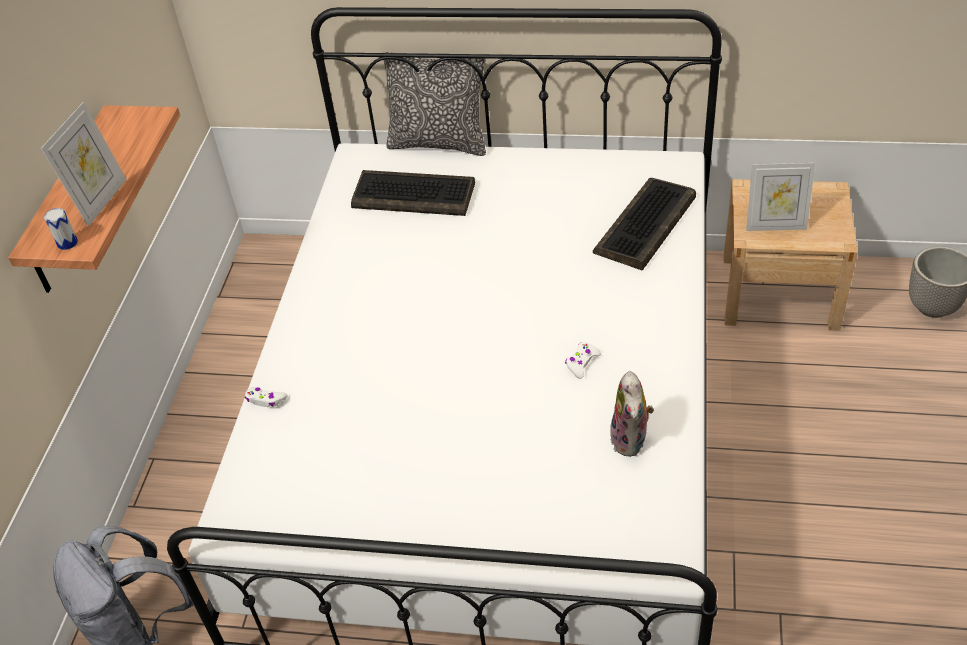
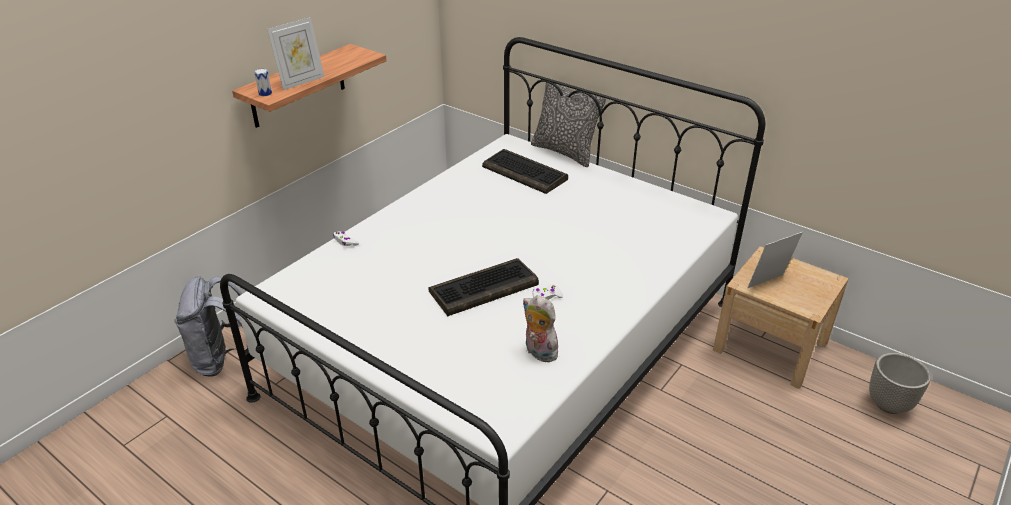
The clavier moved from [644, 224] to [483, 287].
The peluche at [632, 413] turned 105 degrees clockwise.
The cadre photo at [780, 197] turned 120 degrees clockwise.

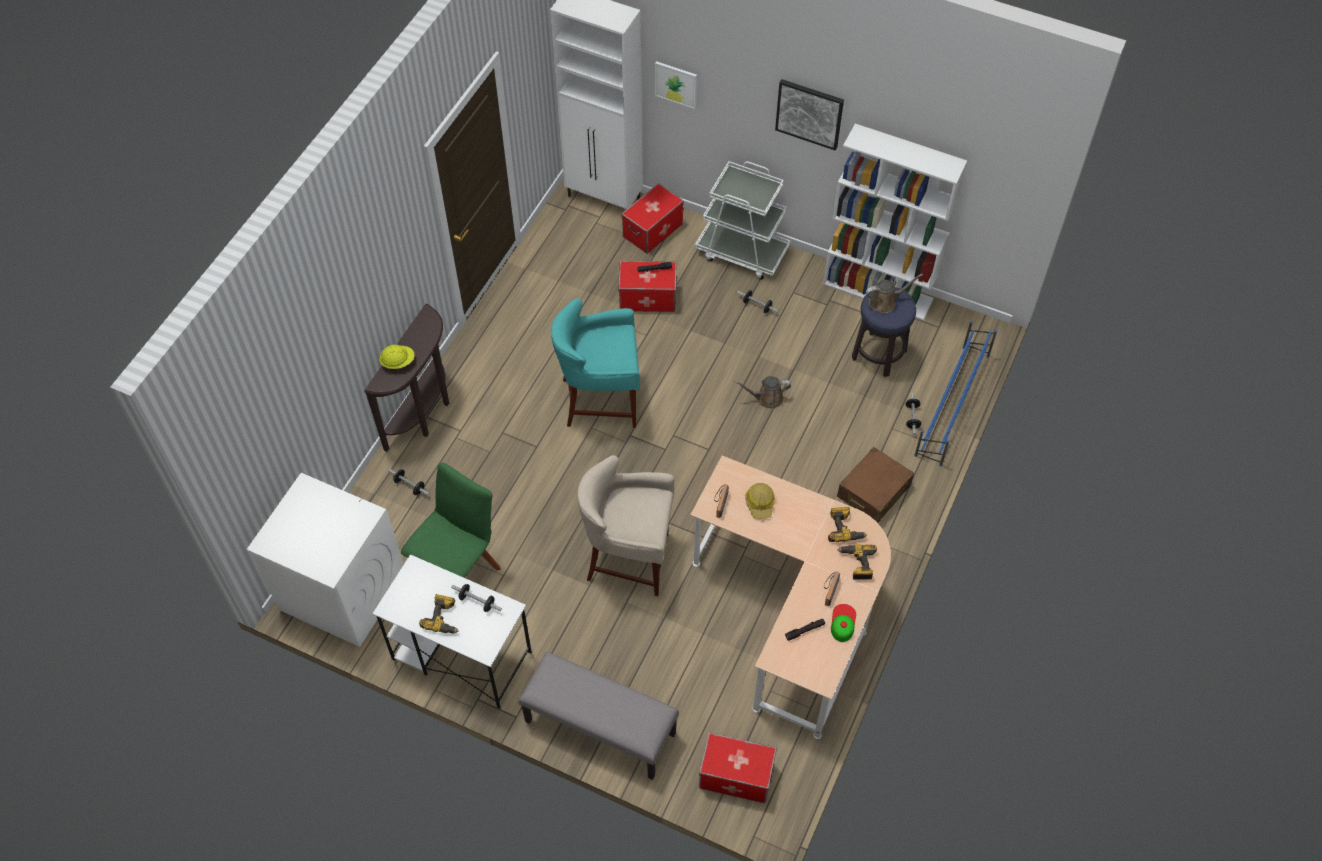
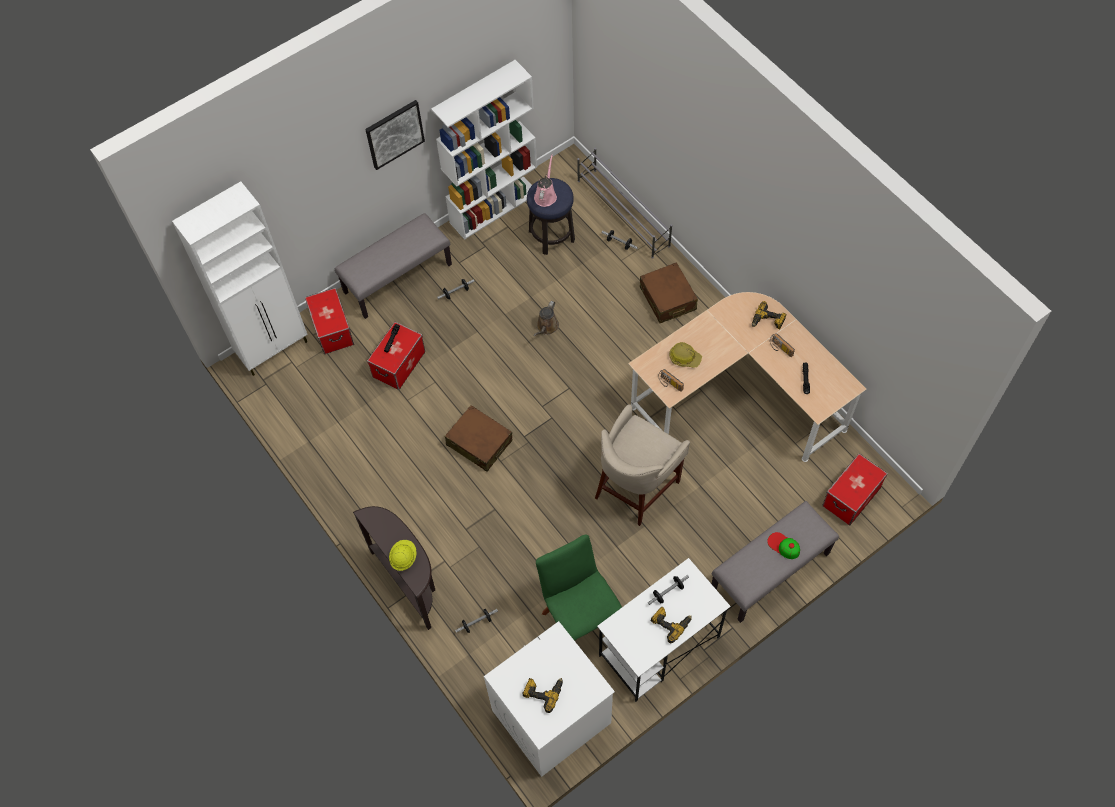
The tabouret/turquoise at [595, 363] was replaced by the valise/marron at [478, 438].
The tableau at [676, 85] disappeared.
The chariot/blanc at [742, 220] was replaced by the banc/gris at [393, 266].
The perceuse moved from [847, 524] to [542, 695].
The casquette moved from [843, 623] to [783, 545].
The arrosoir/marron at [894, 293] became the arrosoir/rose at [545, 180].
The étagère à chaussures/bleu at [955, 393] became the étagère à chaussures/gris at [624, 203].

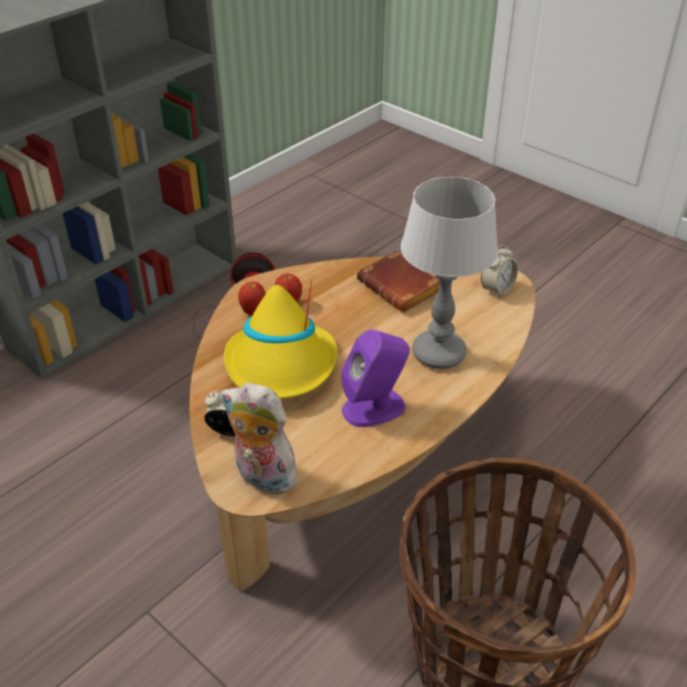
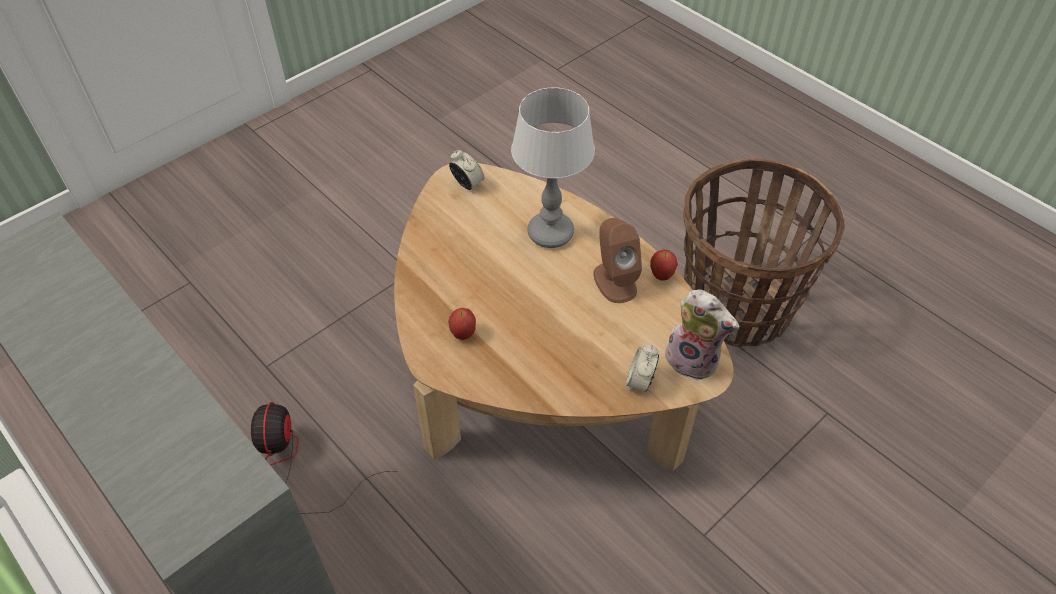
The peluche at [260, 438] turned 90 degrees counterclockwise.
The chapeau/jaune at [280, 339] disappeared.
The pomme moved from [252, 298] to [664, 265].
The enceinte/violet at [375, 378] became the enceinte/marron at [617, 260].
The livre/marron at [398, 281] disappeared.

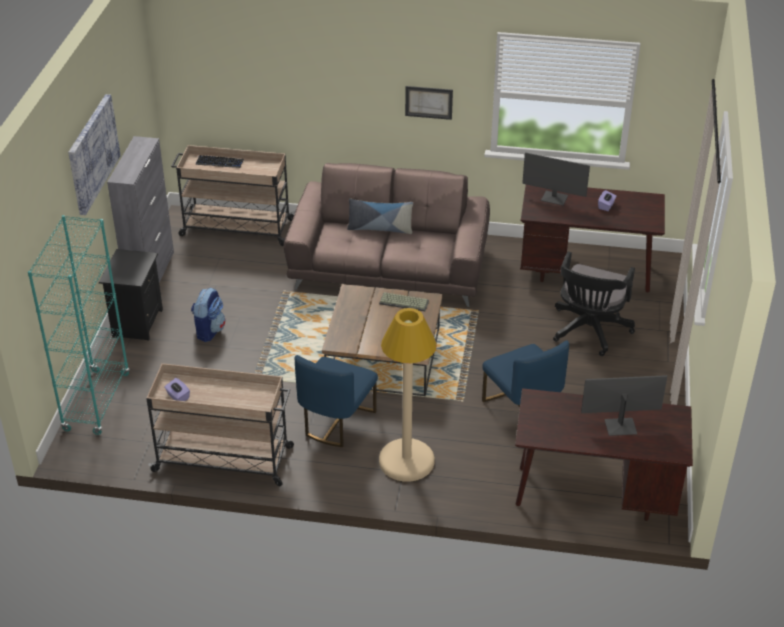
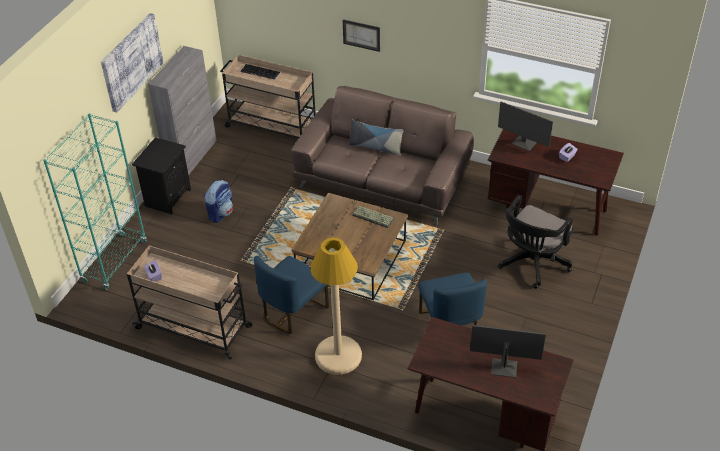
The tableau moved from [429, 103] to [361, 35].

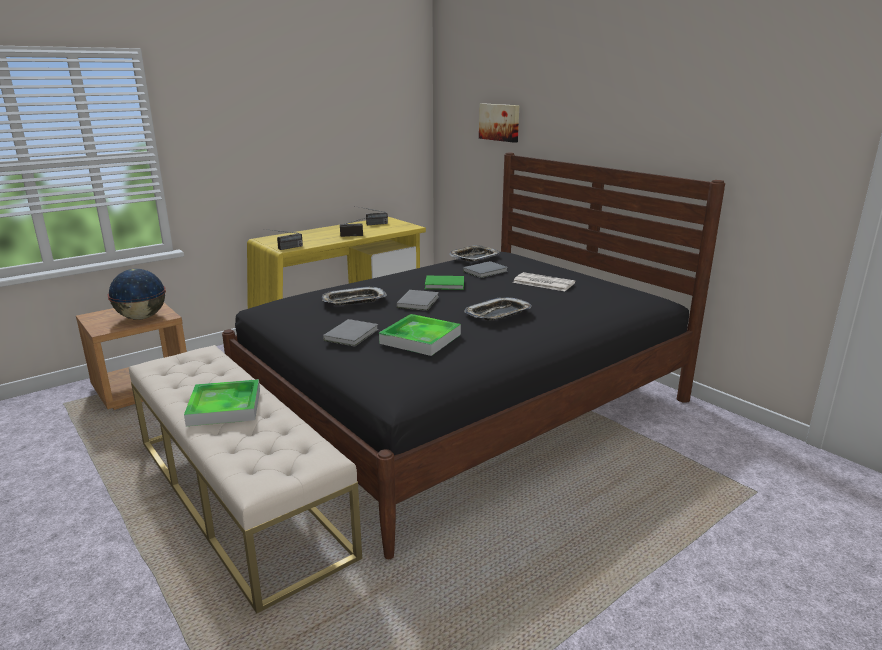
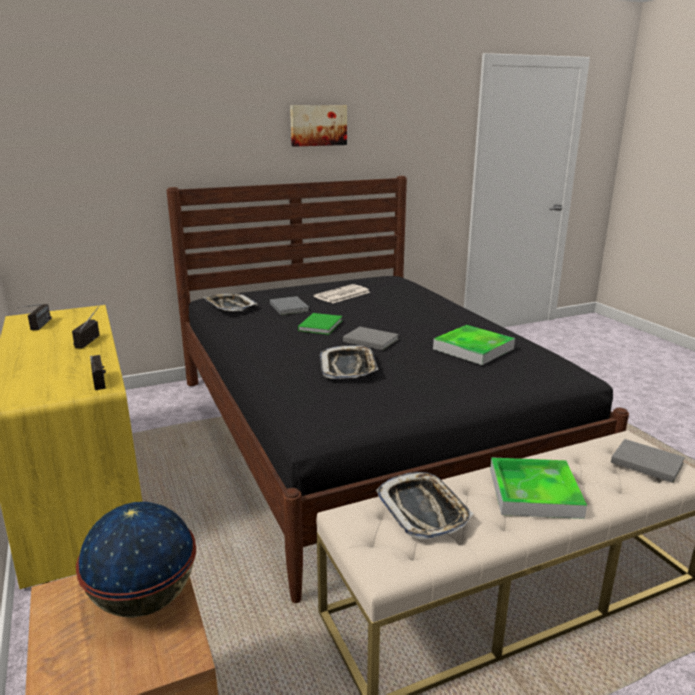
The livre/gris moved from [351, 333] to [648, 461].
The plateau moved from [498, 309] to [425, 506].
The tableau moved from [499, 123] to [318, 126].

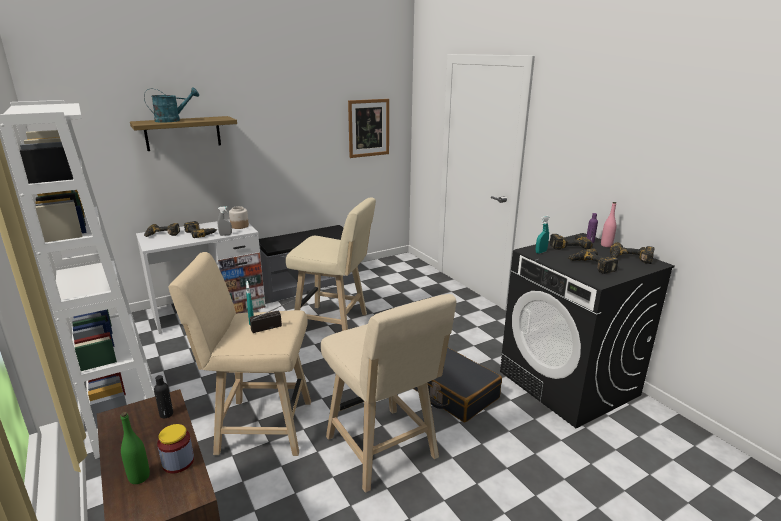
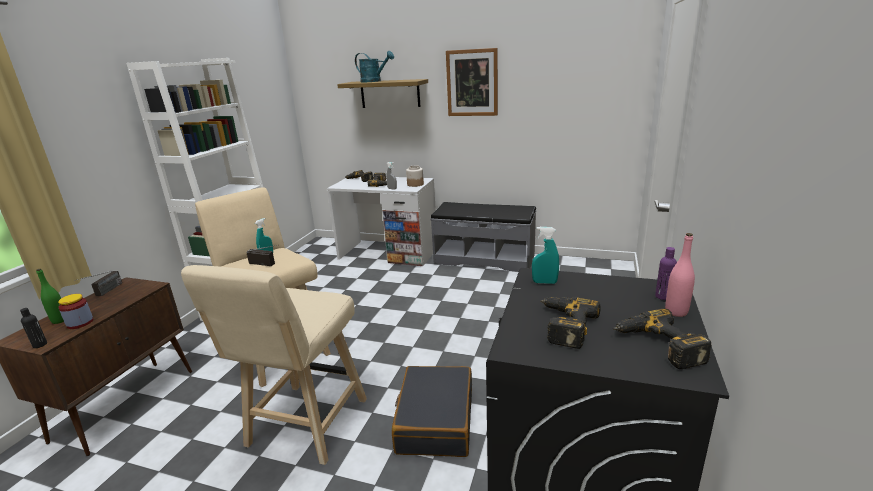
The bouteille/noir moved from [163, 396] to [33, 328].
The tabouret/beige at [330, 264] disappeared.
The tableau moved from [368, 128] to [472, 82].
The perceuse at [571, 242] disappeared.
The radio at [98, 283] appeared.

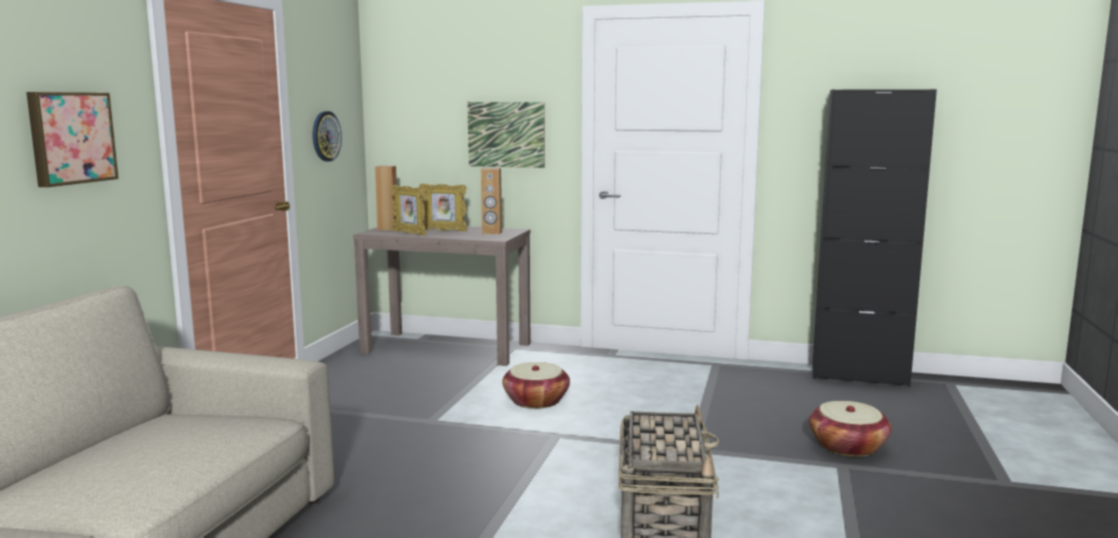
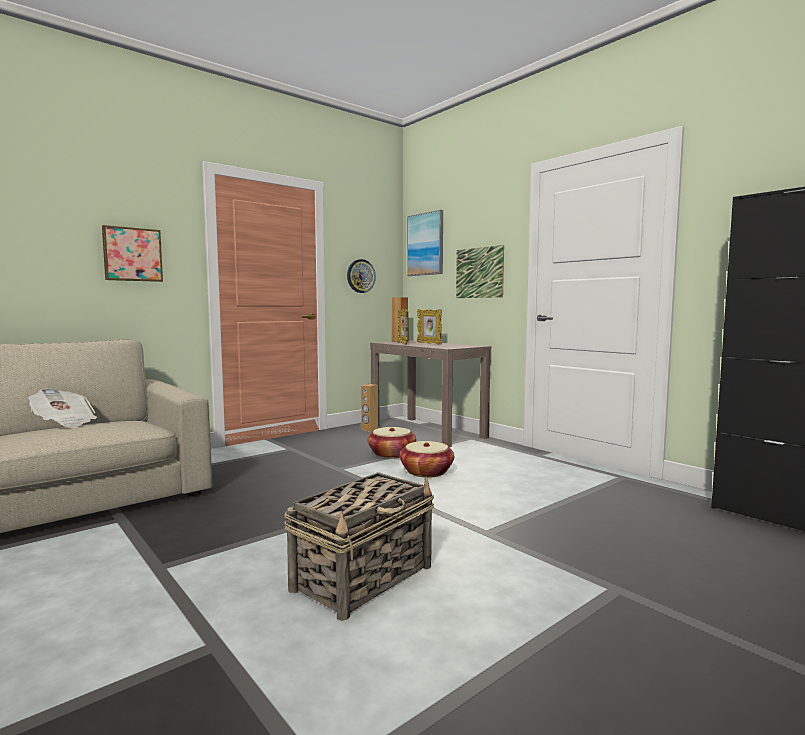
The enceinte/marron moved from [491, 201] to [369, 408].
The panier moved from [850, 429] to [391, 442].
The journal at [62, 408] appeared.
The tableau at [425, 243] appeared.

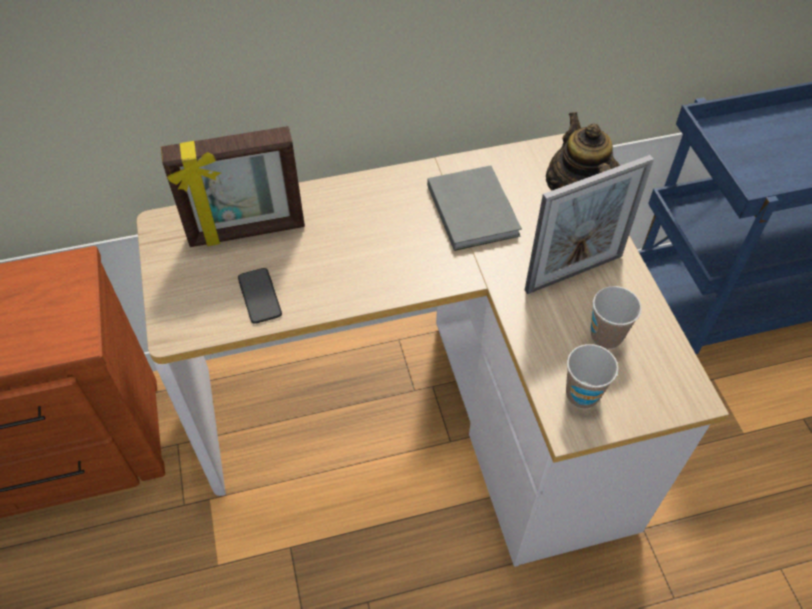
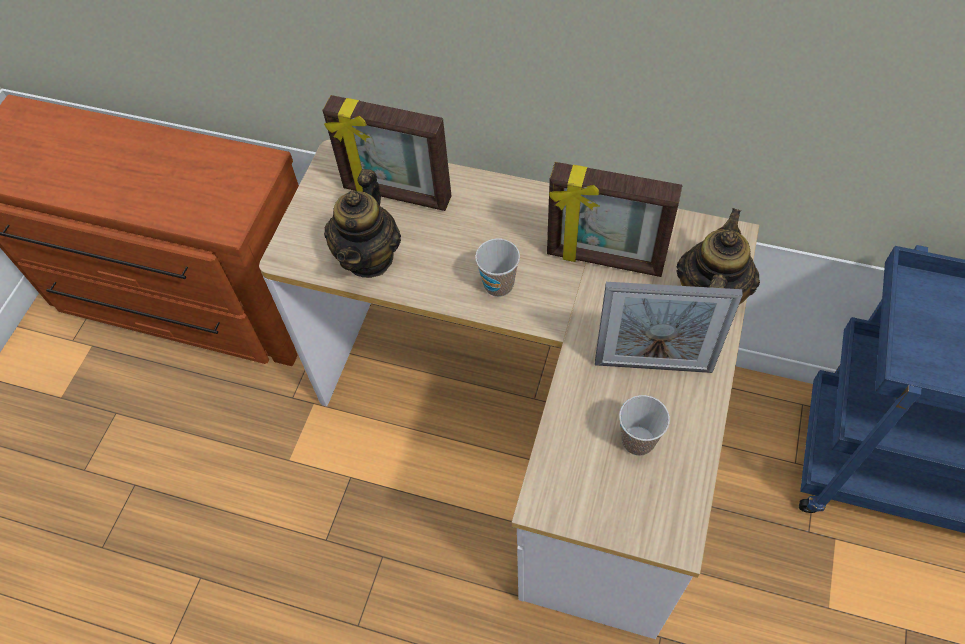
The téléphone at [260, 296] was replaced by the théière at [362, 223].
The livre/gris at [474, 208] was replaced by the cadre photo at [614, 219].
The tasse moved from [592, 376] to [497, 268].

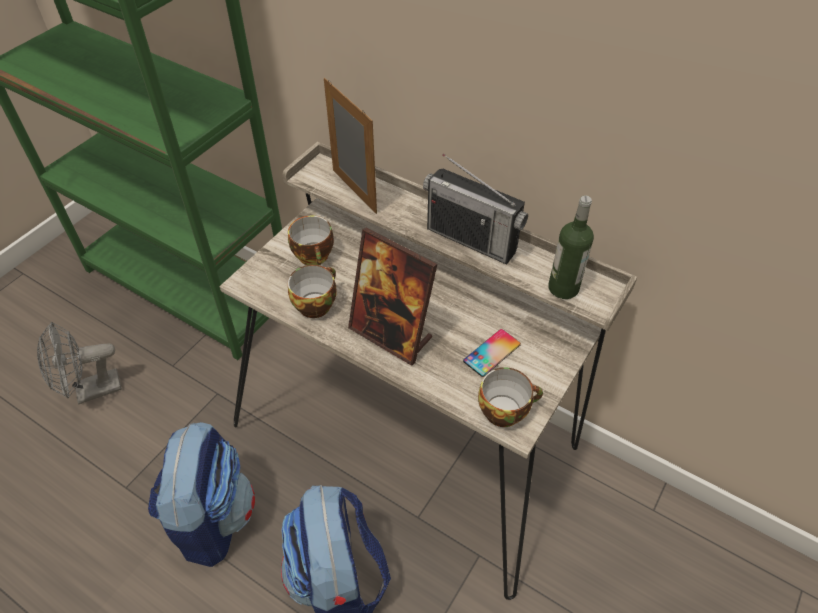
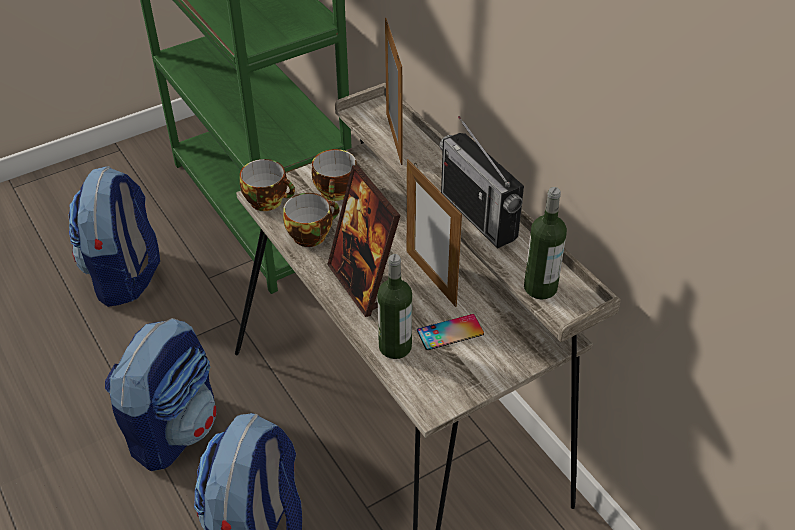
The ventilateur/gris at [79, 363] was replaced by the sac à dos at [114, 236].
The tasse moved from [510, 397] to [267, 185].
The bouteille at [394, 306] appeared.
The cadre photo at [434, 233] appeared.

